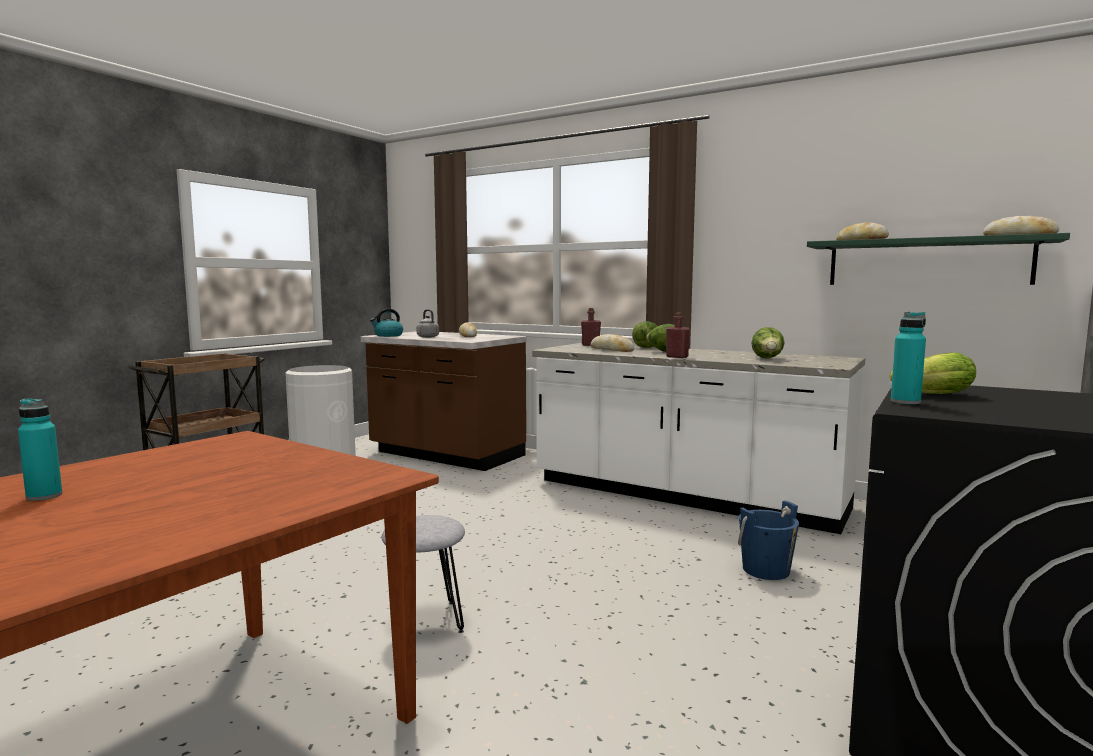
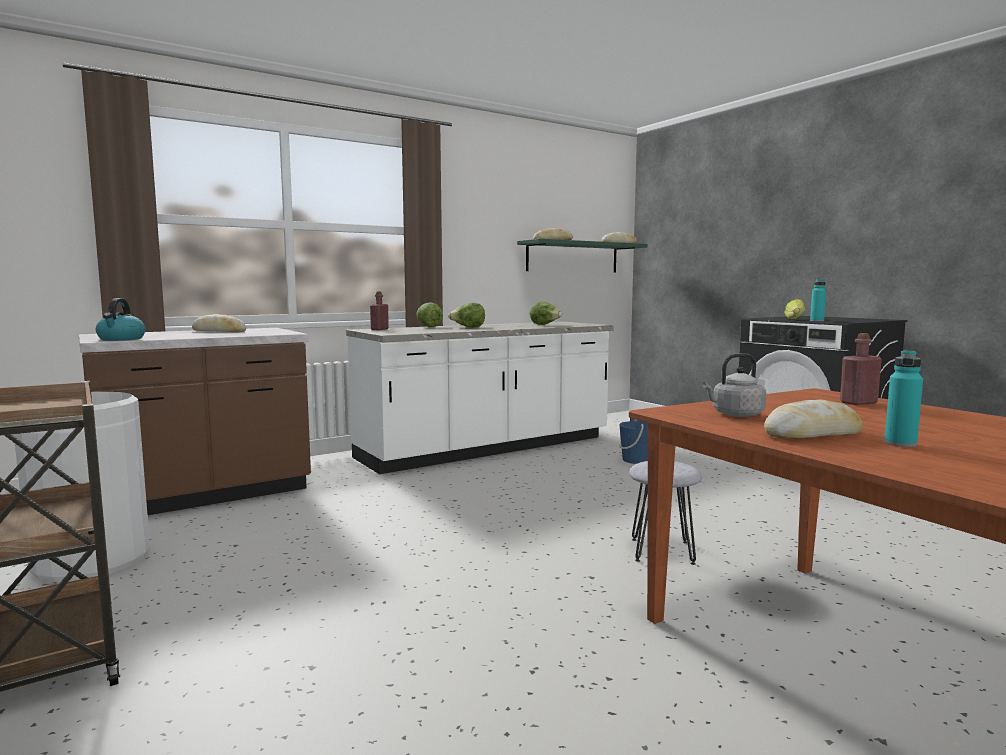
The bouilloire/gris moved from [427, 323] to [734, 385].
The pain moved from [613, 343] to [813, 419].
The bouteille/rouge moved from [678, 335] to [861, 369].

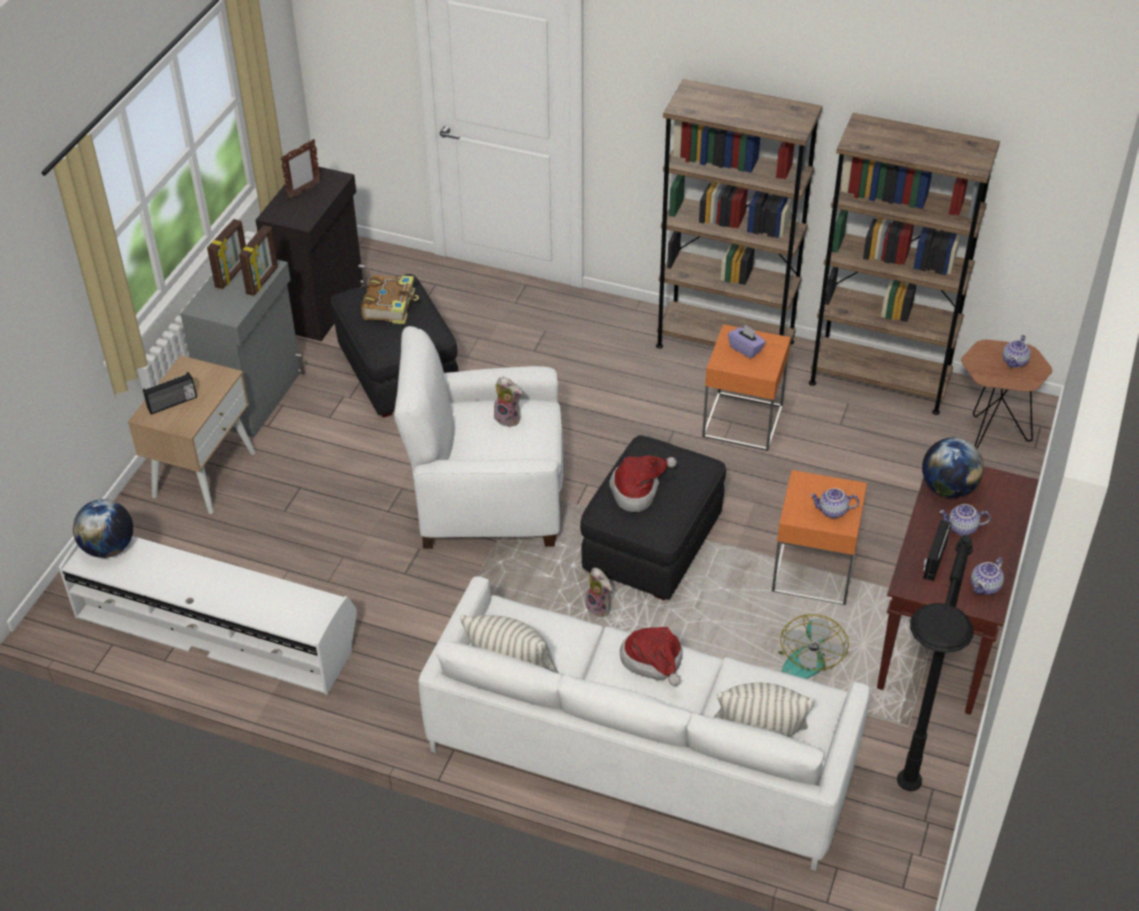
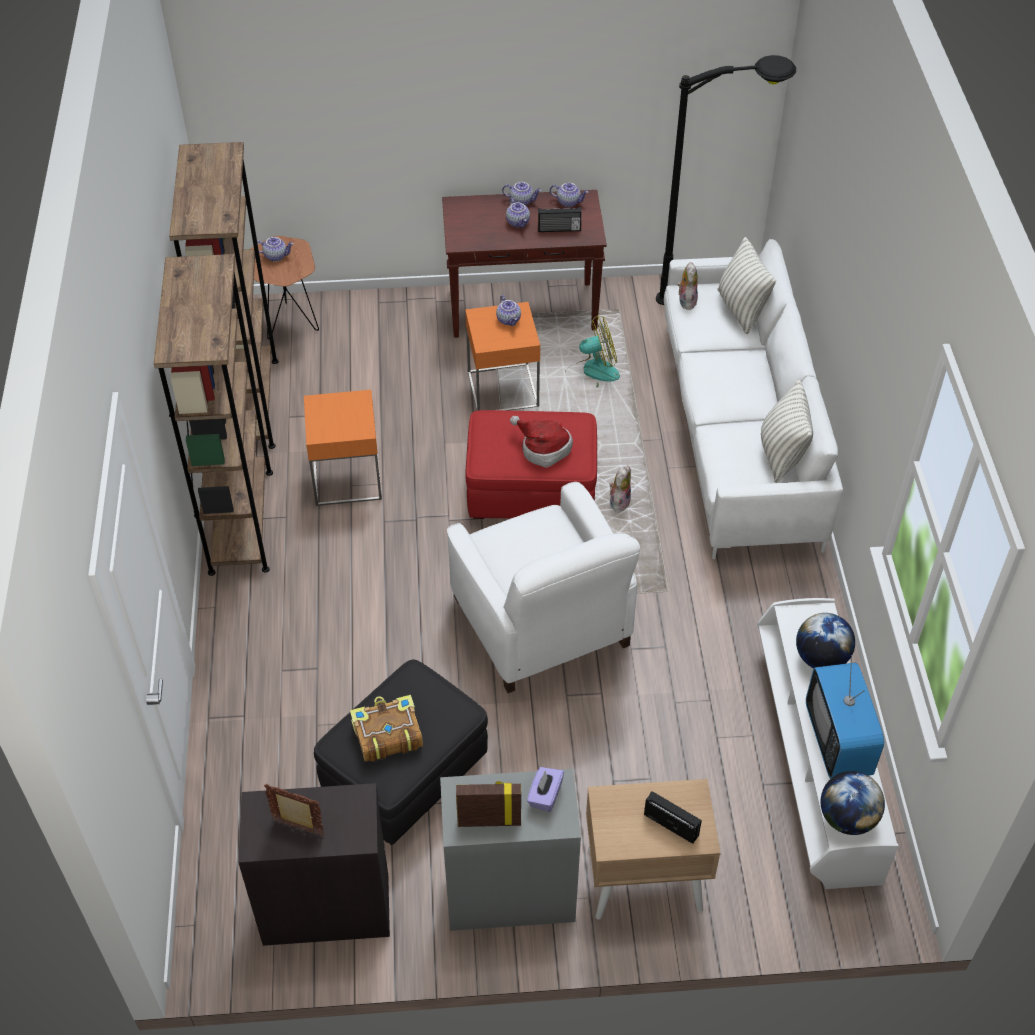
The cadre photo at [258, 260] disappeared.
The peluche moved from [508, 401] to [687, 286].
The pouf/noir at [653, 517] became the pouf/rouge at [531, 464].
The chapeau at [651, 656] disappeared.
The boîte à mouchoirs/violet moved from [747, 342] to [545, 789].
The globe moved from [953, 468] to [825, 640].
The théière at [521, 194] appeared.
The téléviseur at [845, 717] appeared.

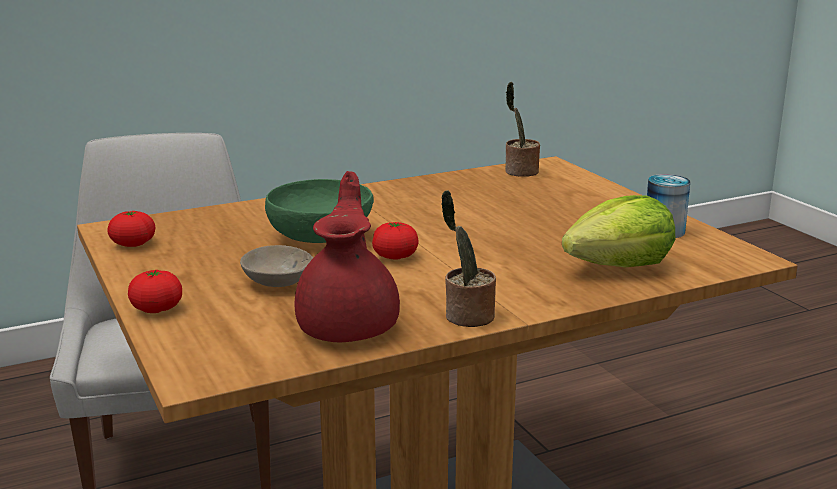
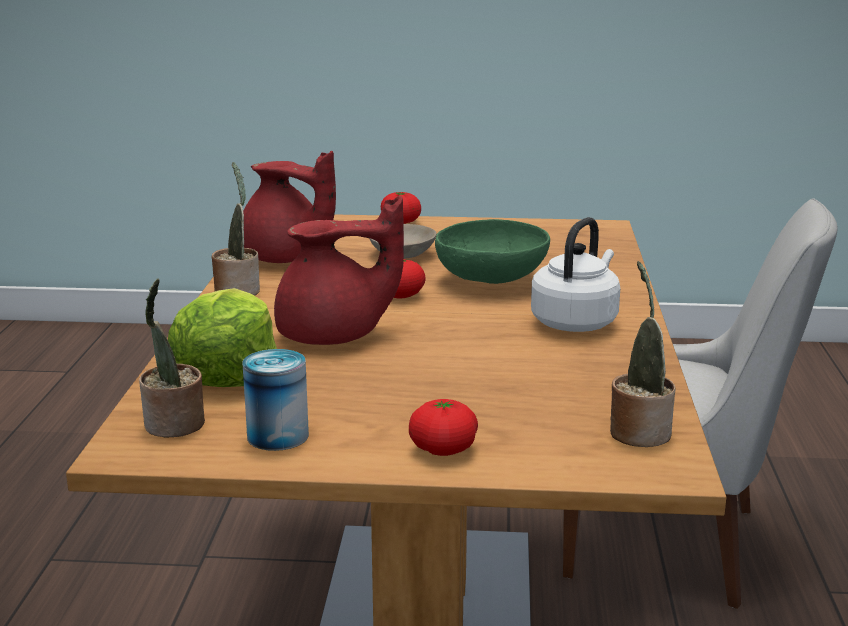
The tomate moved from [131, 229] to [443, 427].
The plante en pot at [172, 358] appeared.
The théière/rouge at [339, 270] appeared.
The bouilloire/blanc at [575, 274] appeared.

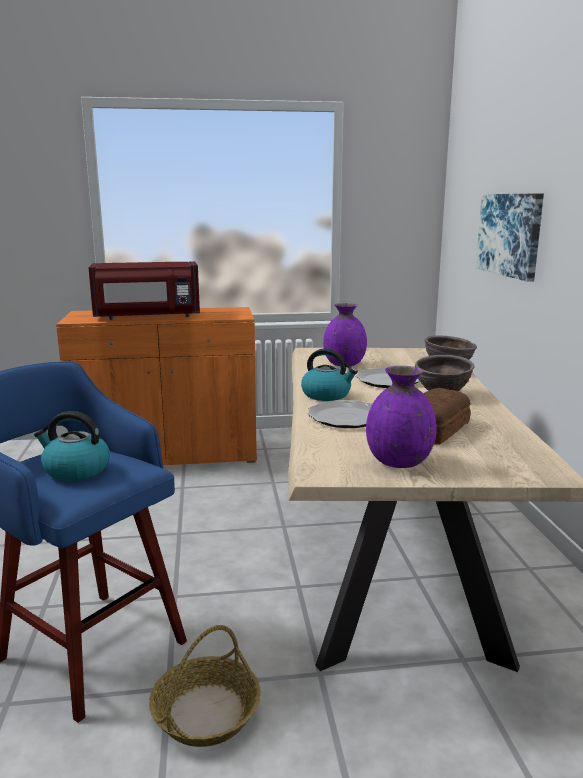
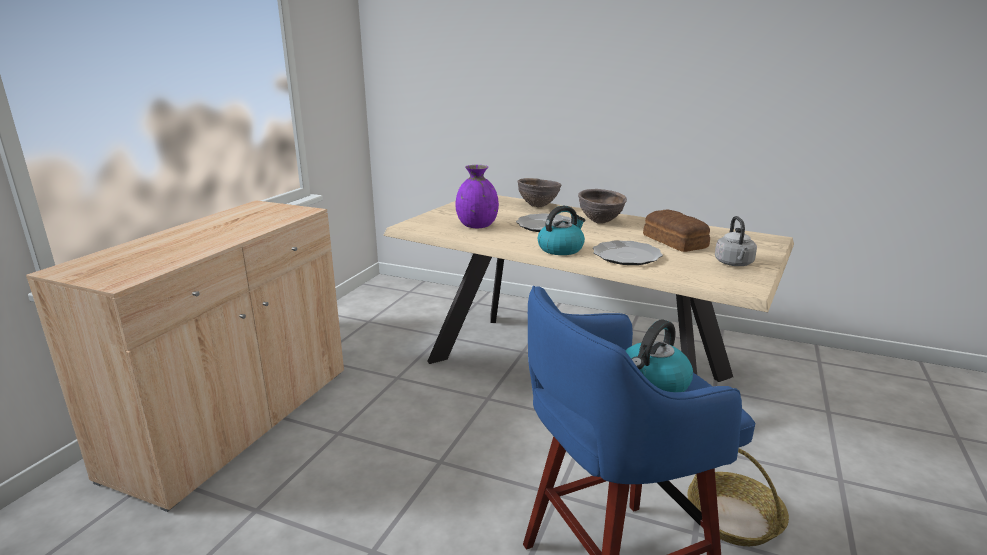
The meuble de rangement/orange at [156, 386] became the meuble de rangement/beige at [185, 356].
The micro-ondes/rouge at [144, 290] disappeared.
The vase/violet at [401, 417] was replaced by the bouilloire/gris at [736, 241].
The tableau at [510, 238] disappeared.

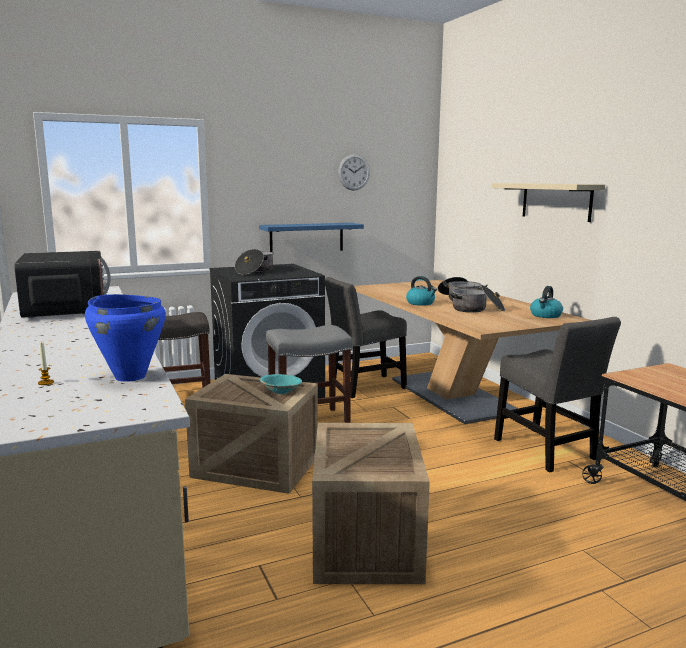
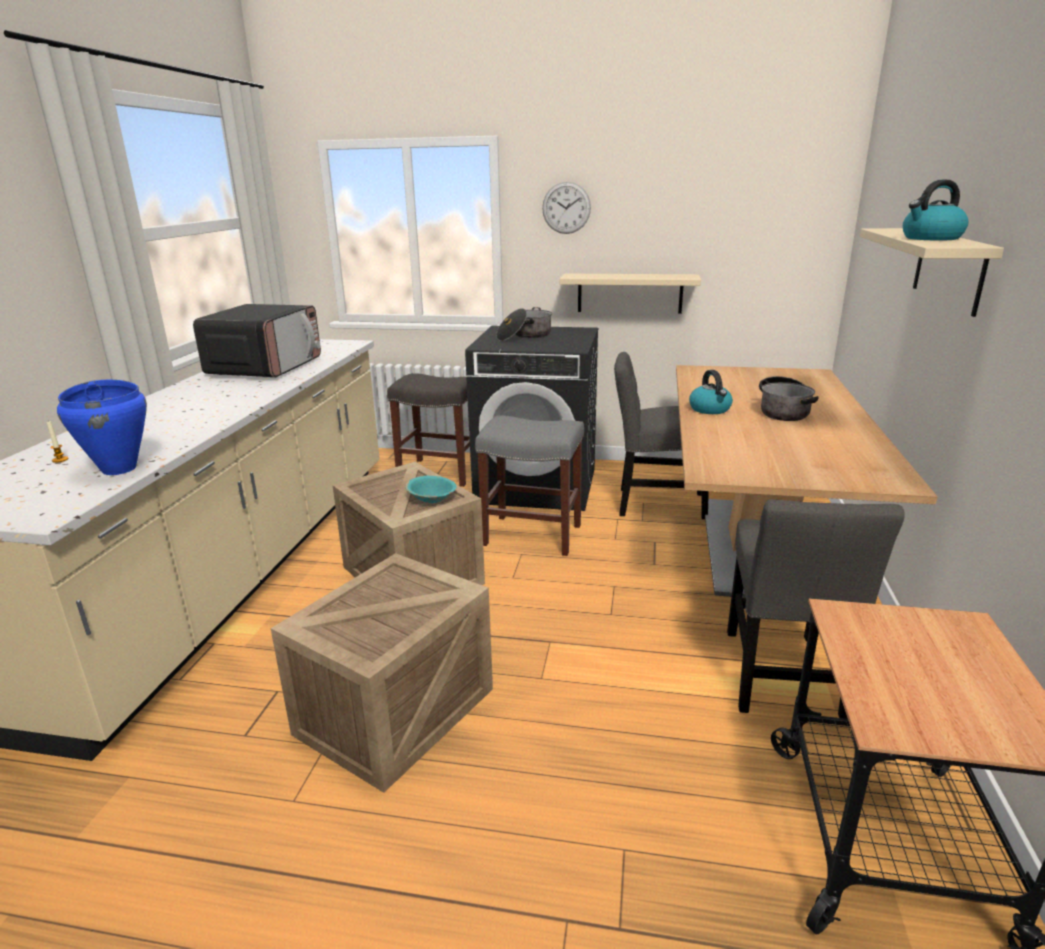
The étagère/bleu at [311, 237] became the étagère/beige at [630, 294].
The horloge murale moved from [354, 172] to [566, 208].
The marmite at [478, 299] disappeared.
The bouilloire moved from [546, 302] to [935, 210].

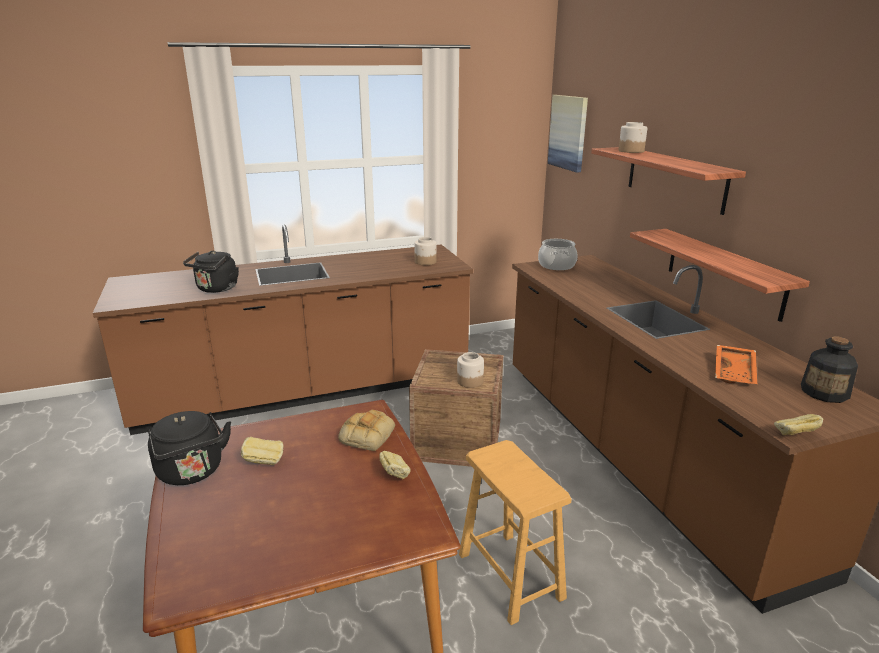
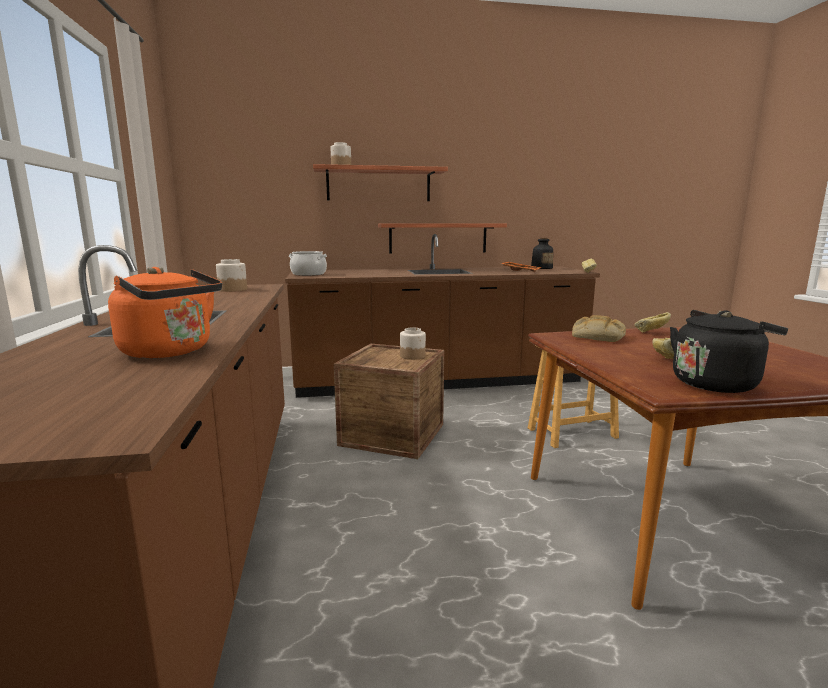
The bouilloire/noir at [211, 272] became the bouilloire/orange at [165, 312].
The tableau at [568, 134] disappeared.

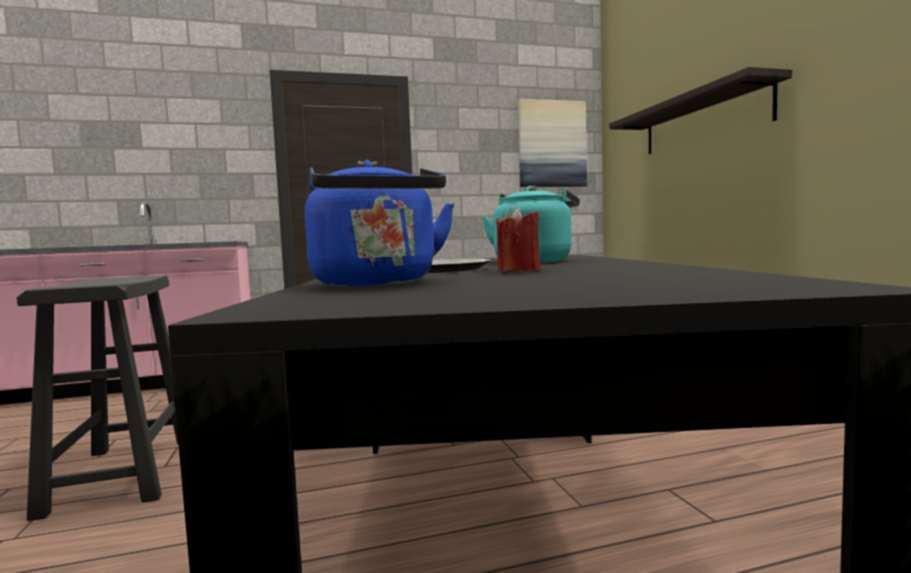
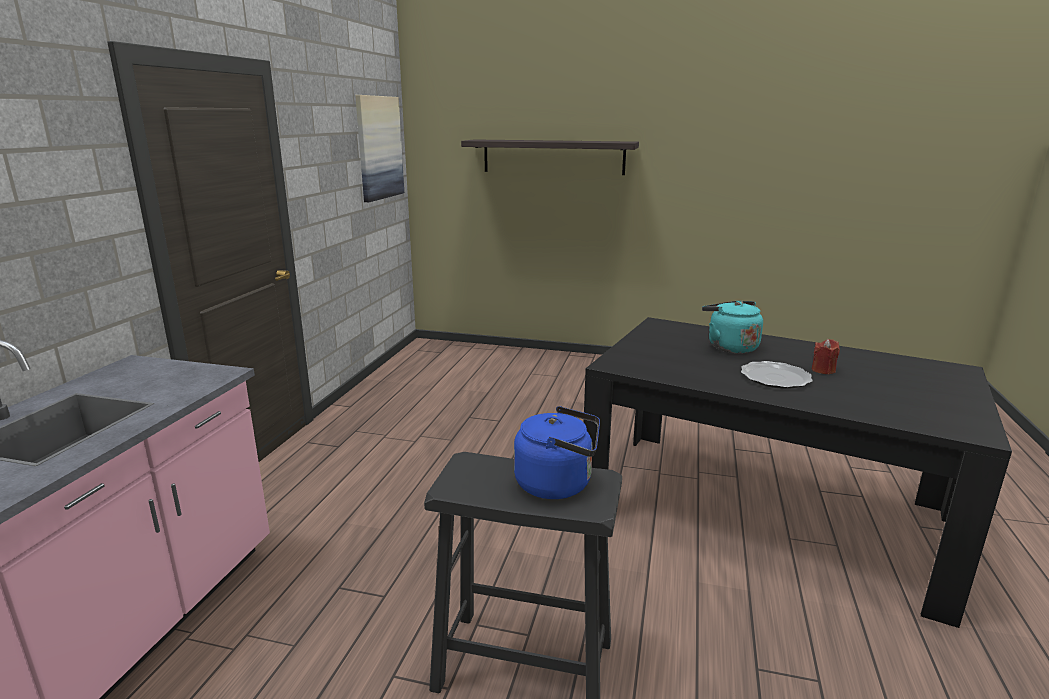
The bouilloire/bleu moved from [379, 223] to [557, 452].

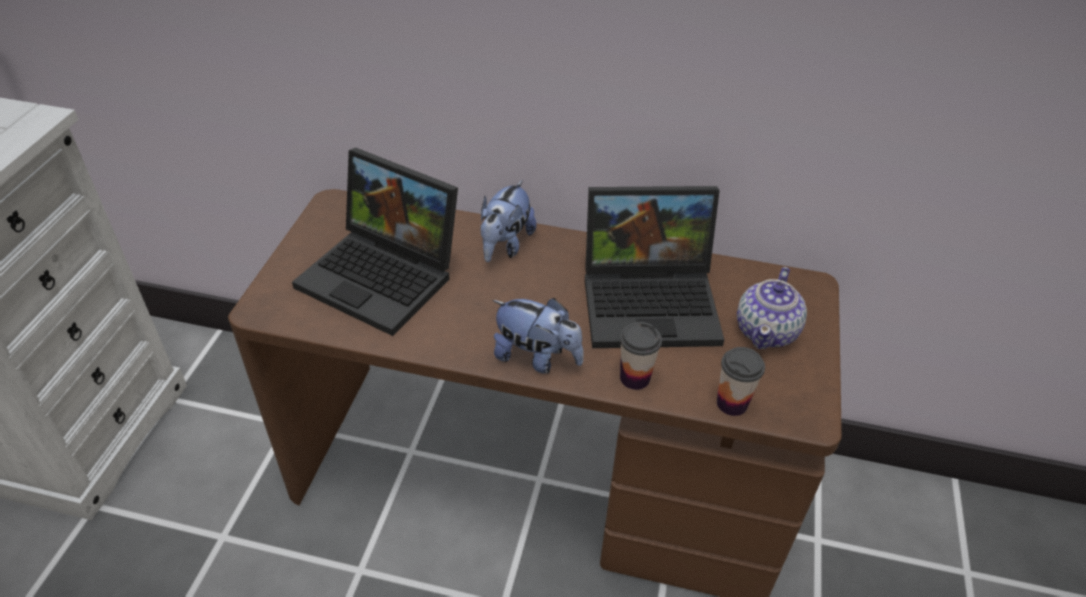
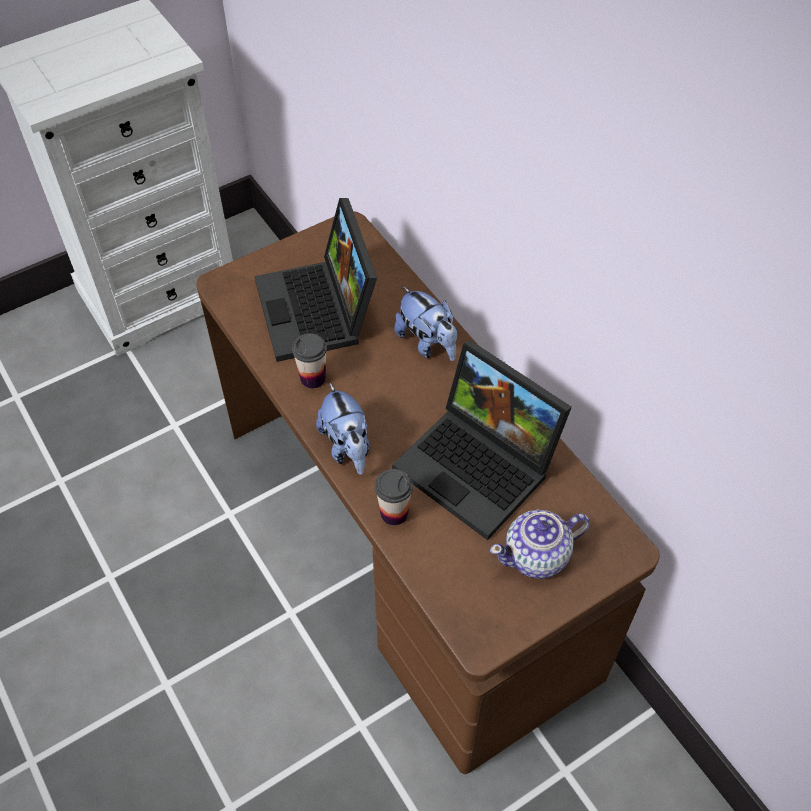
The peluche at [508, 221] turned 105 degrees counterclockwise.
The tasse moved from [741, 381] to [309, 361].

